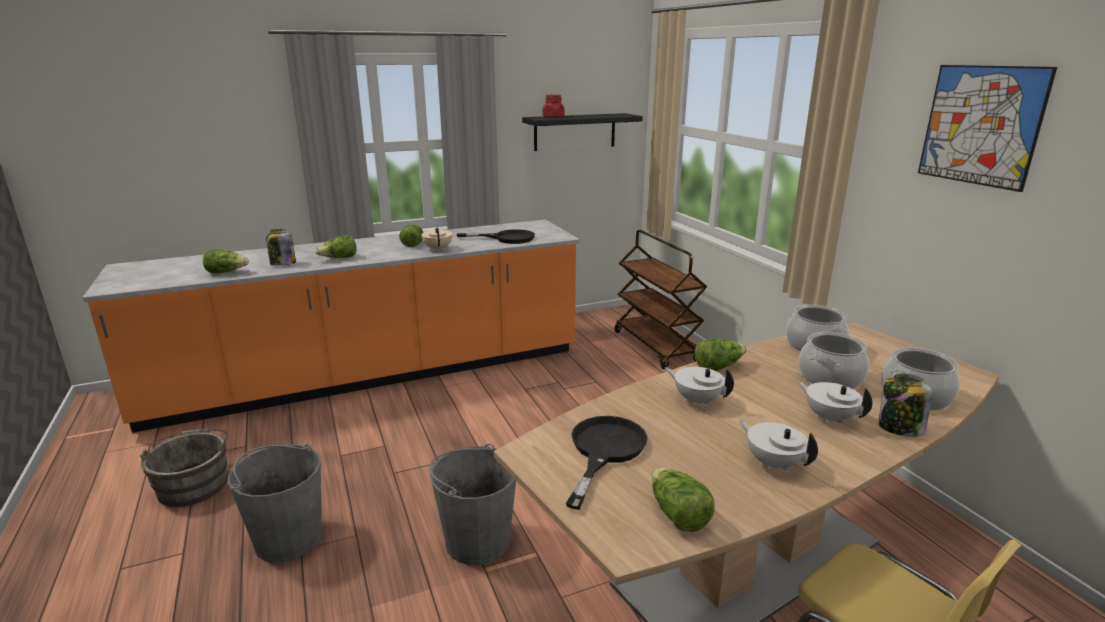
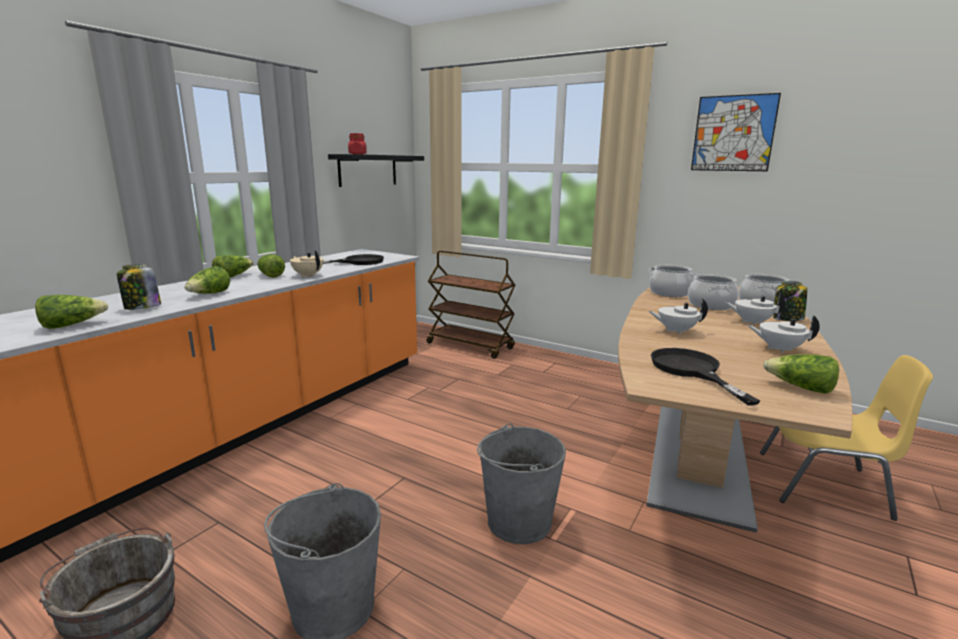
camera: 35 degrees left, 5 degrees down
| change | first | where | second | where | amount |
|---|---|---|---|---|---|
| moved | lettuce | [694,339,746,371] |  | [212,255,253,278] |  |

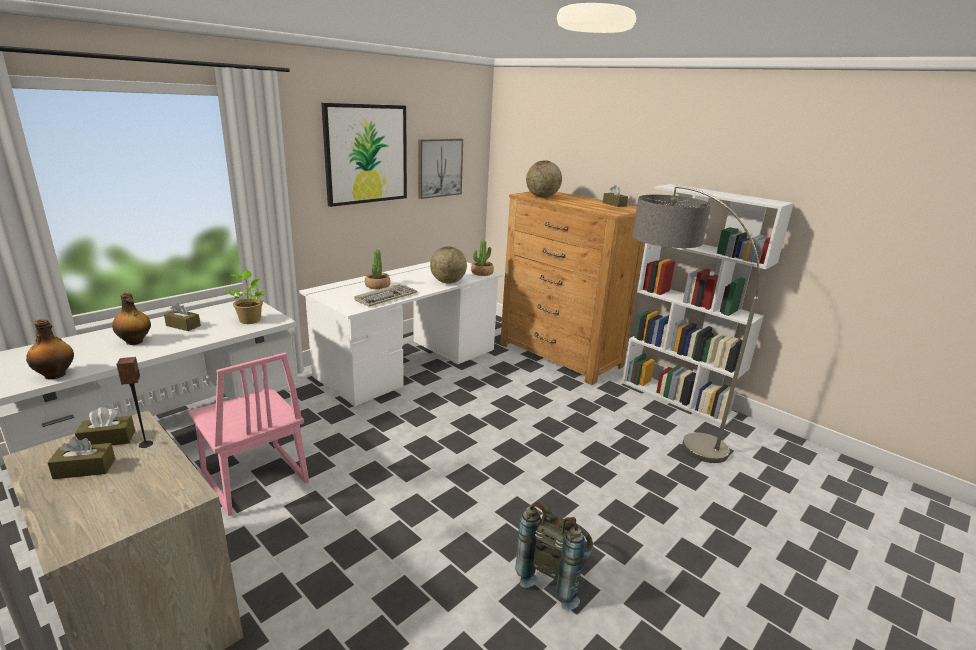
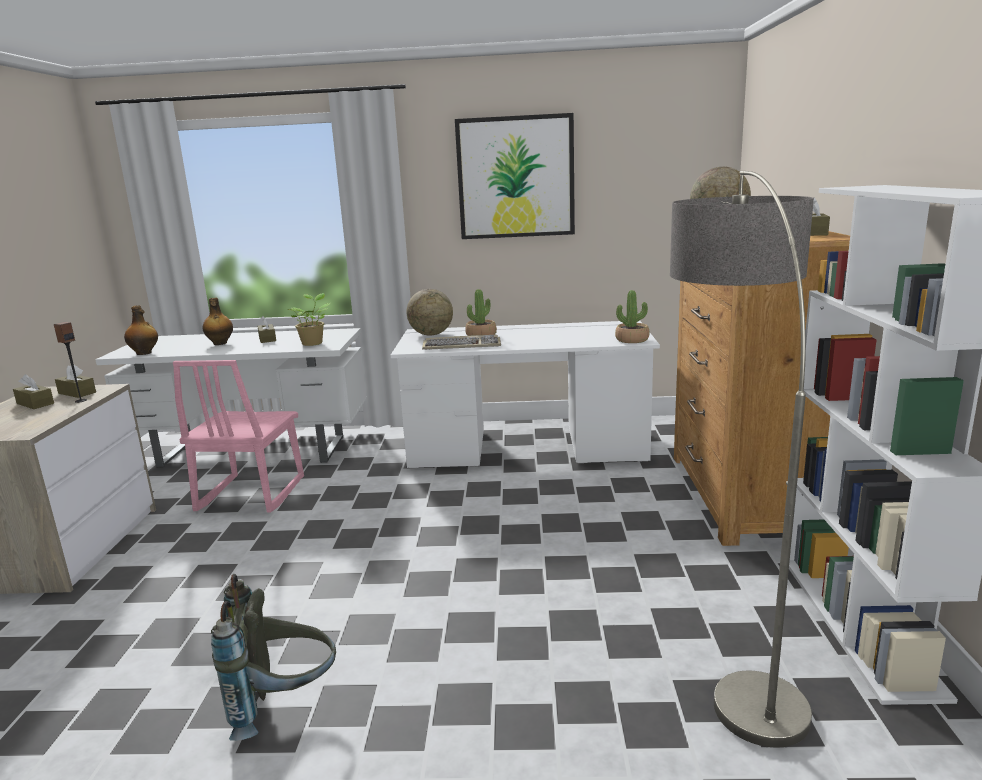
camera: 50 degrees right, 5 degrees down
| change | first | where | second | where | amount |
|---|---|---|---|---|---|
| removed | wall_art | [418,139,463,199] |  |  |  |
| moved | globe | [430,246,467,283] |  | [407,289,453,335] |  |

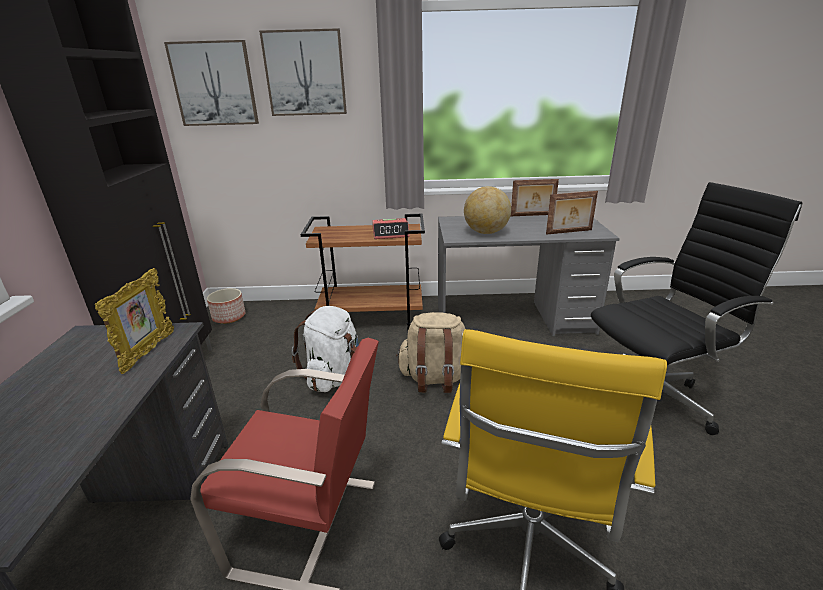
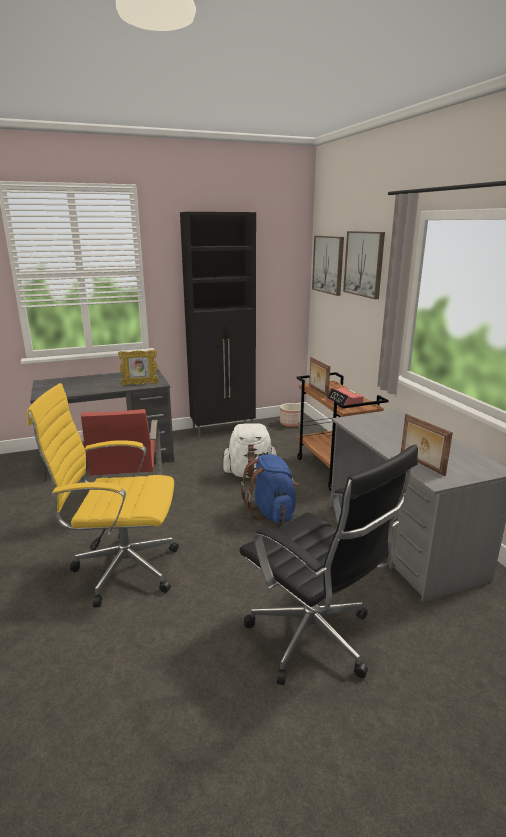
camera: 70 degrees right, 5 degrees down
| change | first | where | second | where | amount |
|---|---|---|---|---|---|
| recoloured | sand-coloured_rucksack | [396,312,465,393] | blue_rucksack | [241,454,298,523] |  |
| removed | globe | [464,186,511,234] |  |  |  |
| moved | photo_frame | [511,179,559,216] |  | [309,357,330,396] |  |

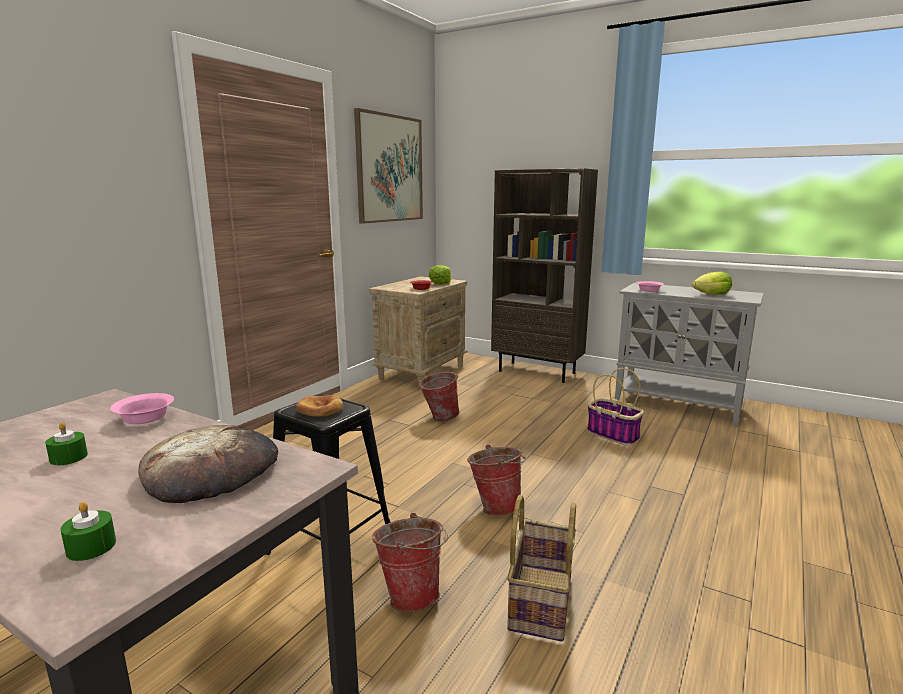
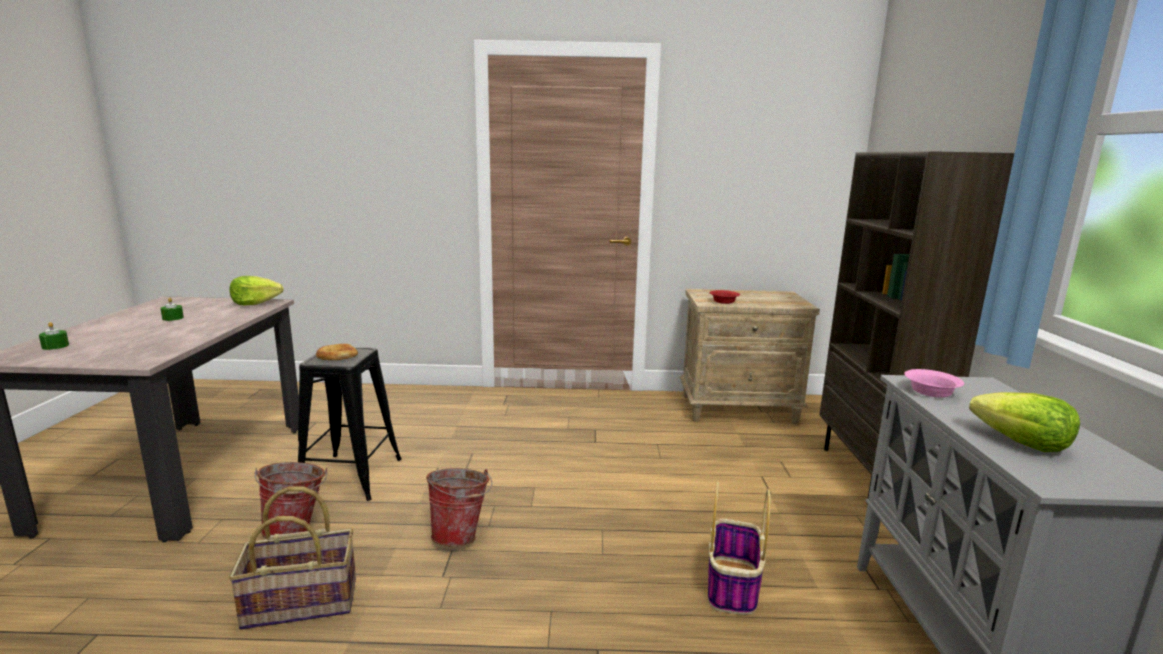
camera: 60 degrees right, 0 degrees up
| change | first | where | second | where | amount |
|---|---|---|---|---|---|
| removed | pinkish_bowl | [110,393,174,424] |  |  |  |
| removed | bread | [138,425,278,503] |  |  |  |
| removed | wall_art | [354,108,423,224] |  |  |  |
| removed | water_bucket | [417,372,459,421] |  |  |  |
| moved | lettuce | [429,265,452,284] |  | [229,276,283,305] |  |

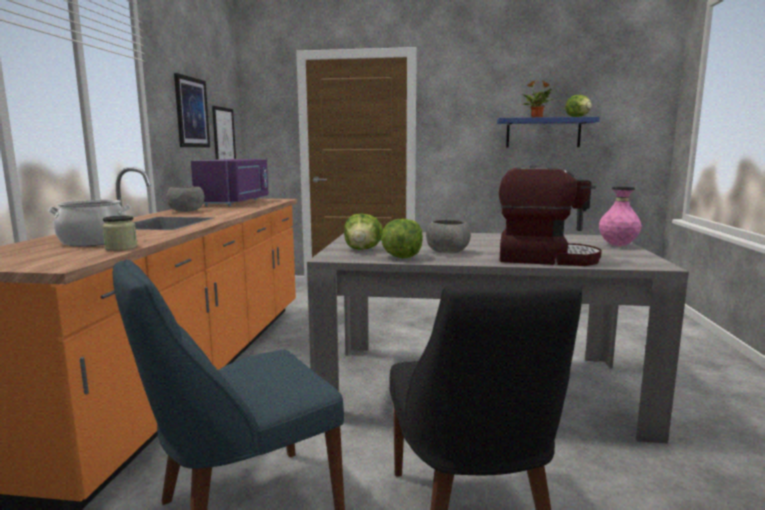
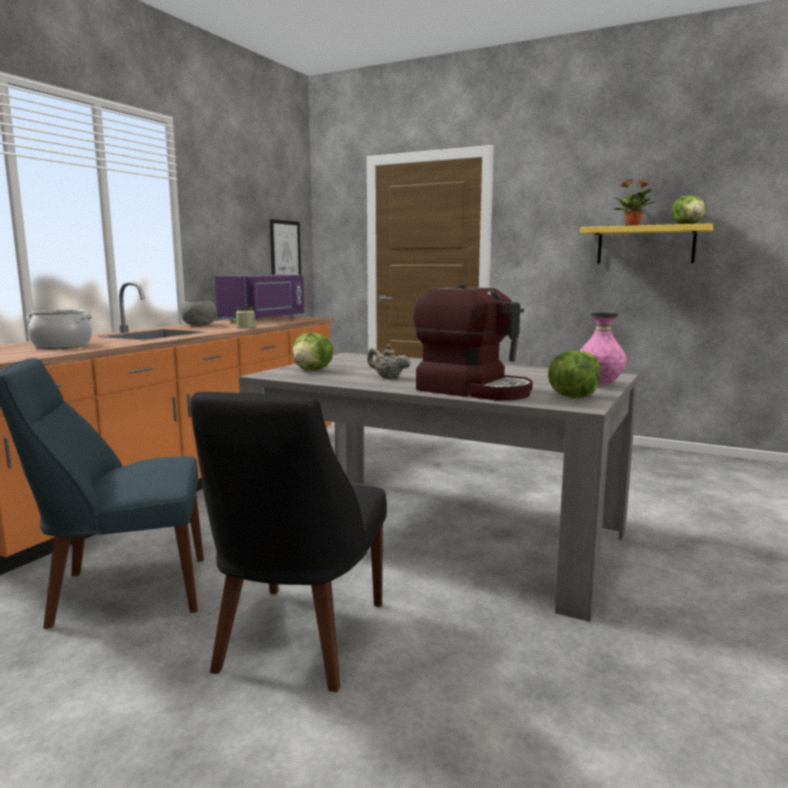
camera: 20 degrees right, 0 degrees up
| change | first | where | second | where | amount |
|---|---|---|---|---|---|
| moved | storage_jar | [102,216,138,251] |  | [236,307,255,328] |  |
| removed | wall_art | [174,73,210,147] |  |  |  |
| moved | lettuce | [381,219,423,258] |  | [548,351,600,398] |  |
| replaced | grey_bowl | [426,220,471,253] | sand-coloured_tea_pot | [367,345,411,379] |  |
| recoloured | blue_wall_shelf | [497,117,600,148] | yellow-coloured_wall_shelf | [580,223,713,263] |  |

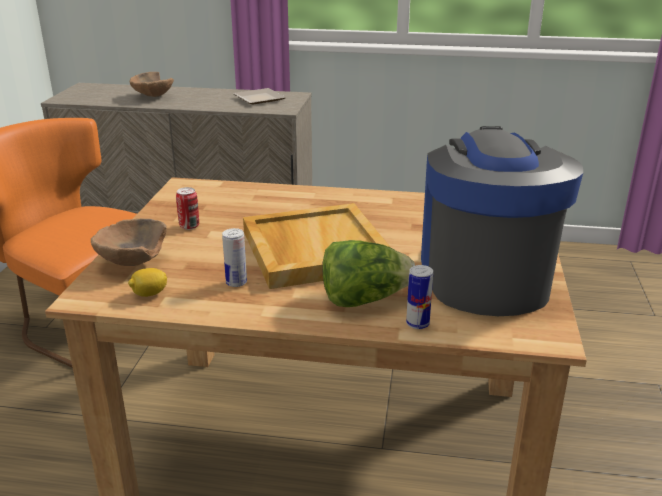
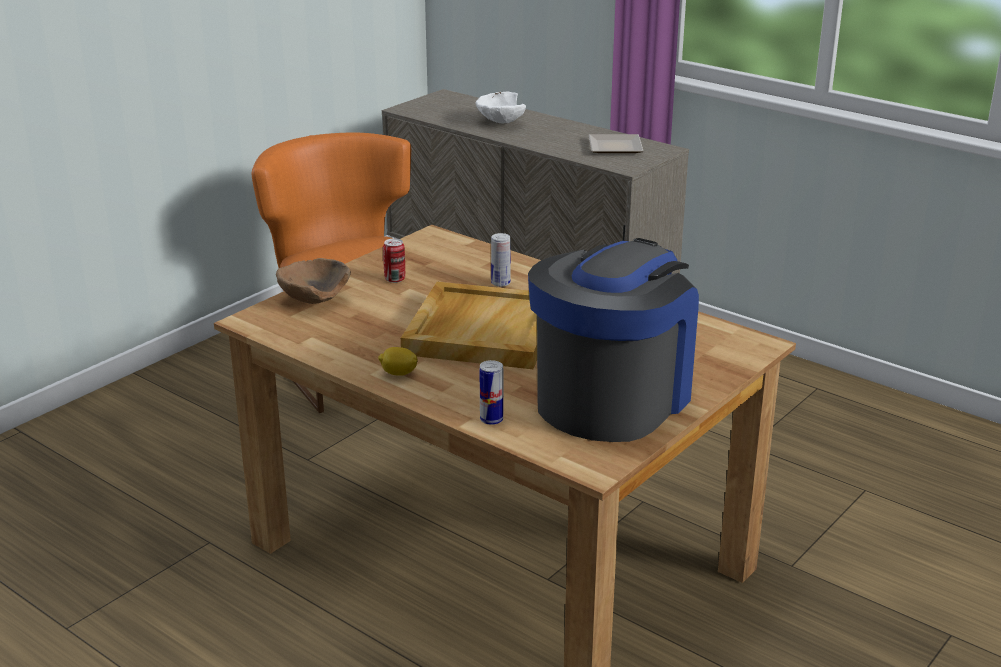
camera: 30 degrees right, 0 degrees up
| change | first | where | second | where | amount |
|---|---|---|---|---|---|
| moved | lemon | [128,268,167,297] |  | [378,347,418,376] |  |
| recoloured | brownish_bowl | [130,72,174,97] | white_bowl | [475,92,526,124] |  |
| moved | can | [222,228,247,287] |  | [491,233,511,287] |  |
| removed | lettuce | [322,240,415,307] |  |  |  |

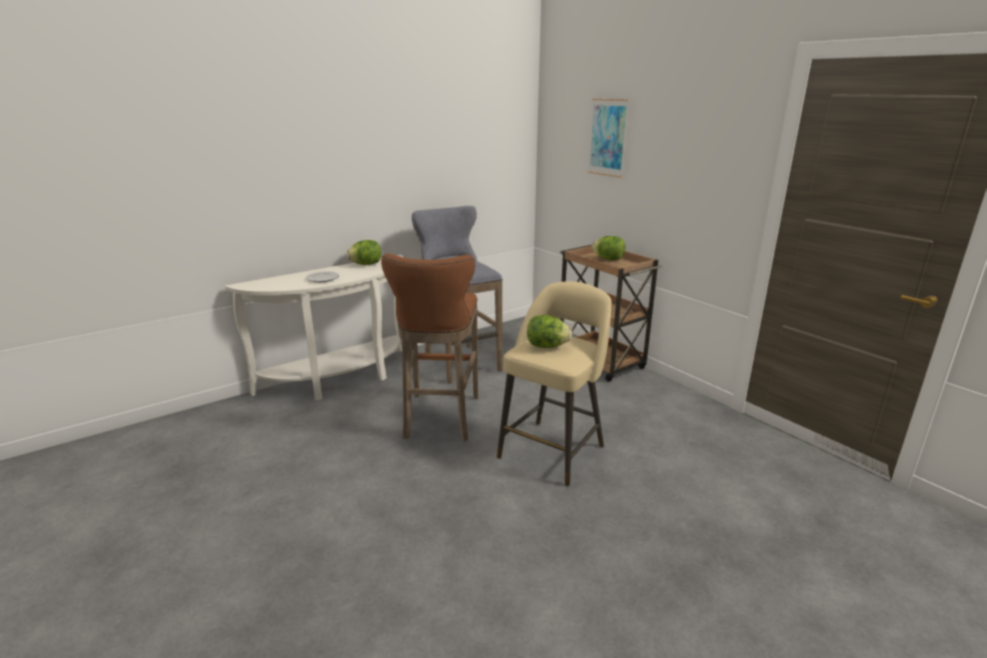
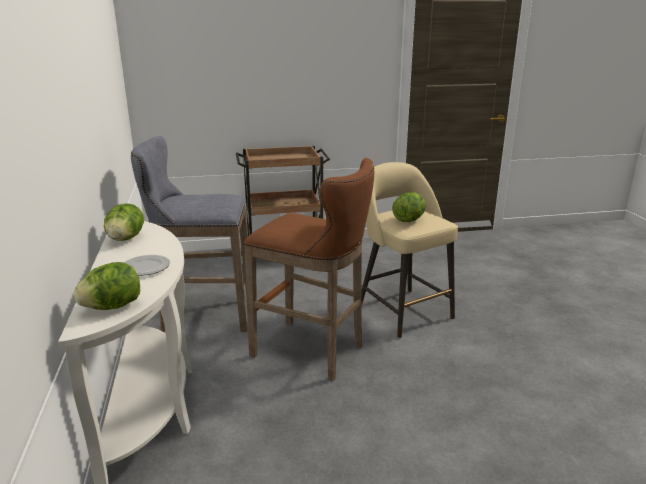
camera: 65 degrees left, 0 degrees up
| change | first | where | second | where | amount |
|---|---|---|---|---|---|
| removed | wall_art | [588,99,629,178] |  |  |  |
| moved | lettuce | [592,236,625,260] |  | [73,262,140,310] |  |

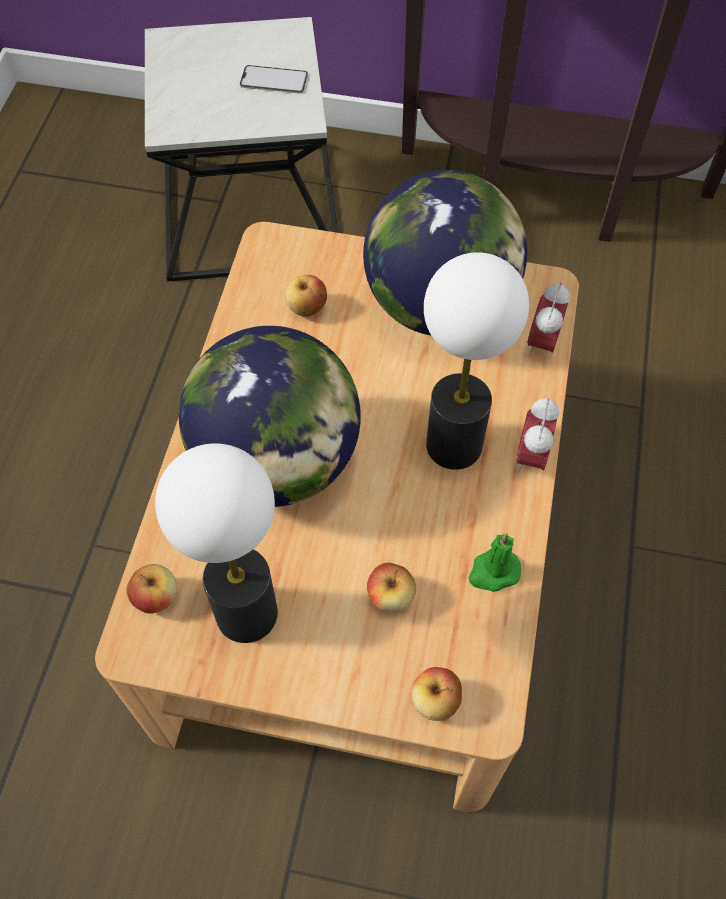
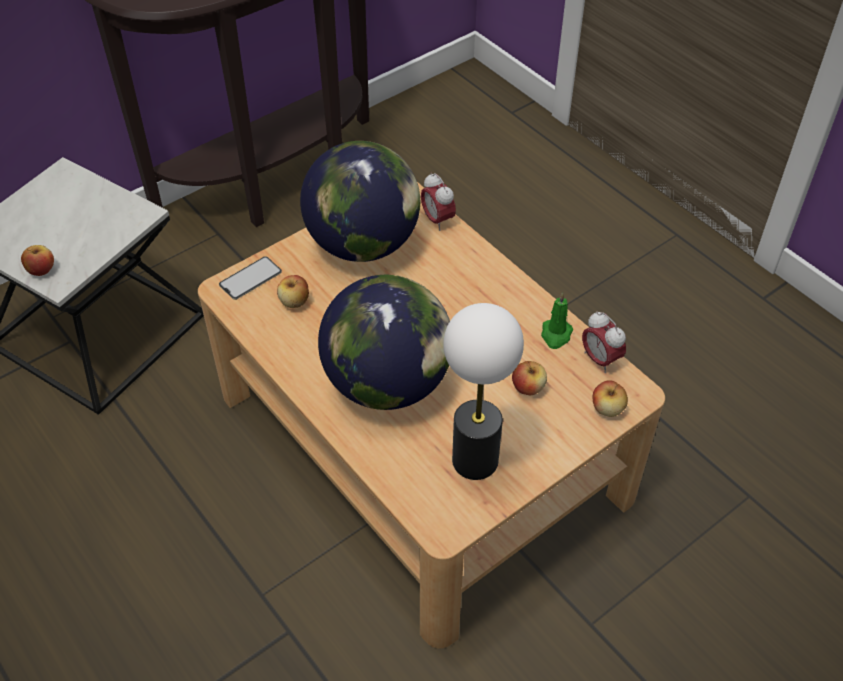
camera: 50 degrees left, 10 degrees down
| change | first | where | second | where | amount |
|---|---|---|---|---|---|
| moved | whole_apple | [126,564,177,614] |  | [21,245,54,276] |  |
| moved | phone | [240,65,308,94] |  | [219,256,282,300] |  |
| removed | table_lamp | [424,252,529,470] |  |  |  |
| moved | alarm_clock | [516,398,559,473] |  | [582,311,626,373] |  |

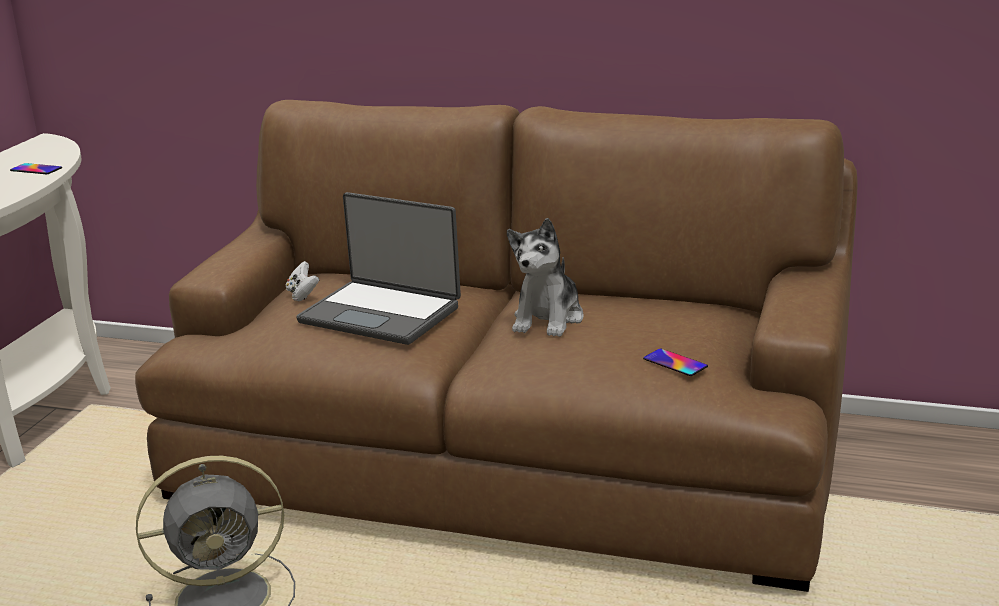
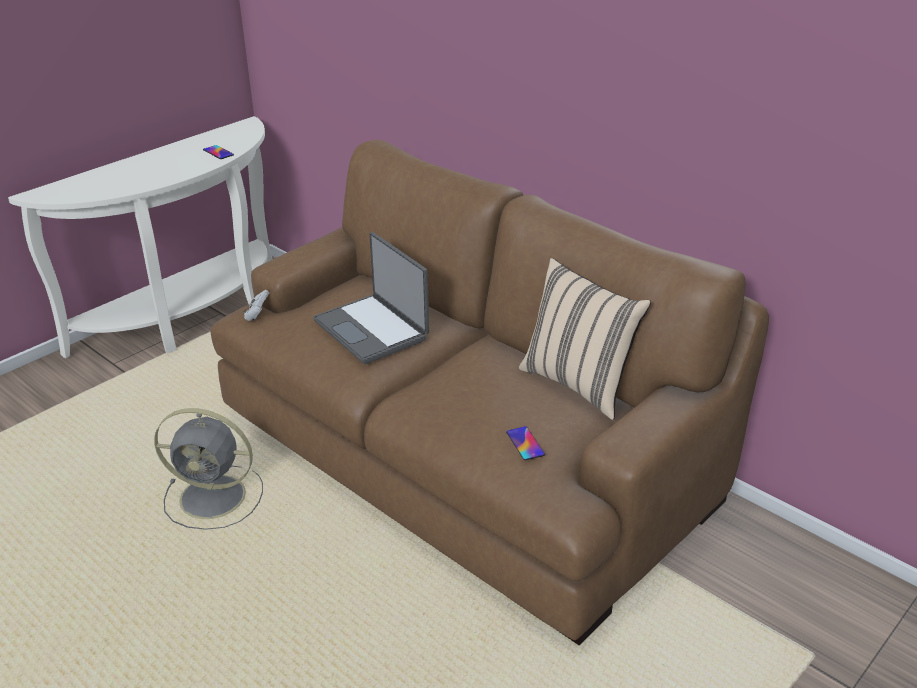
camera: 25 degrees right, 10 degrees up
| change | first | where | second | where | amount |
|---|---|---|---|---|---|
| moved | white_game_controller | [286,261,319,301] |  | [243,290,269,321] |  |
| removed | soft_toy | [507,218,584,337] |  |  |  |
| added |  |  | sand-coloured_cushion | [519,258,651,420] |  |

